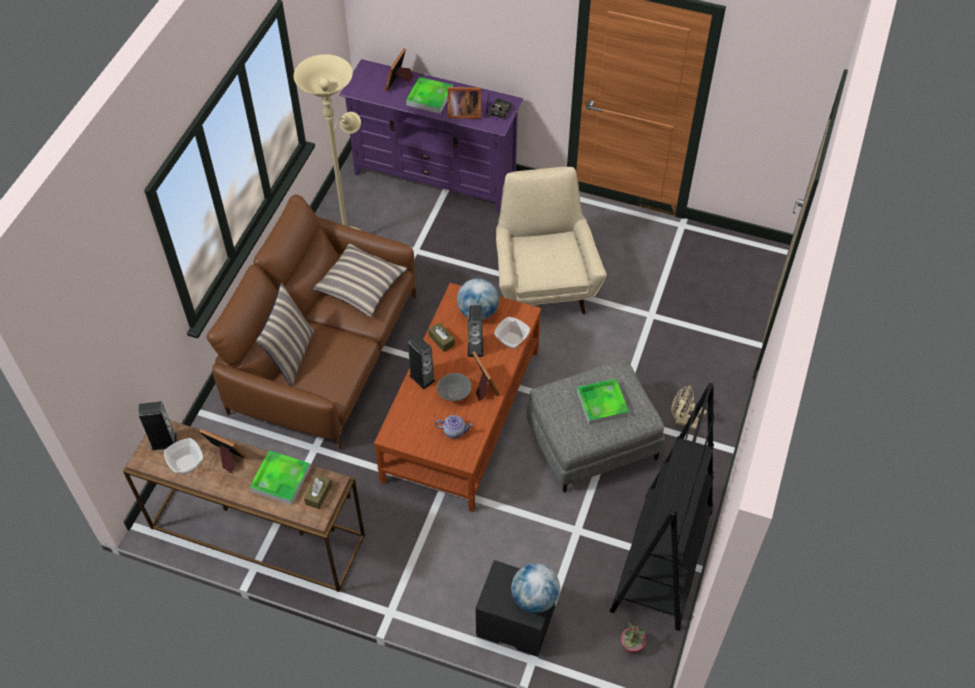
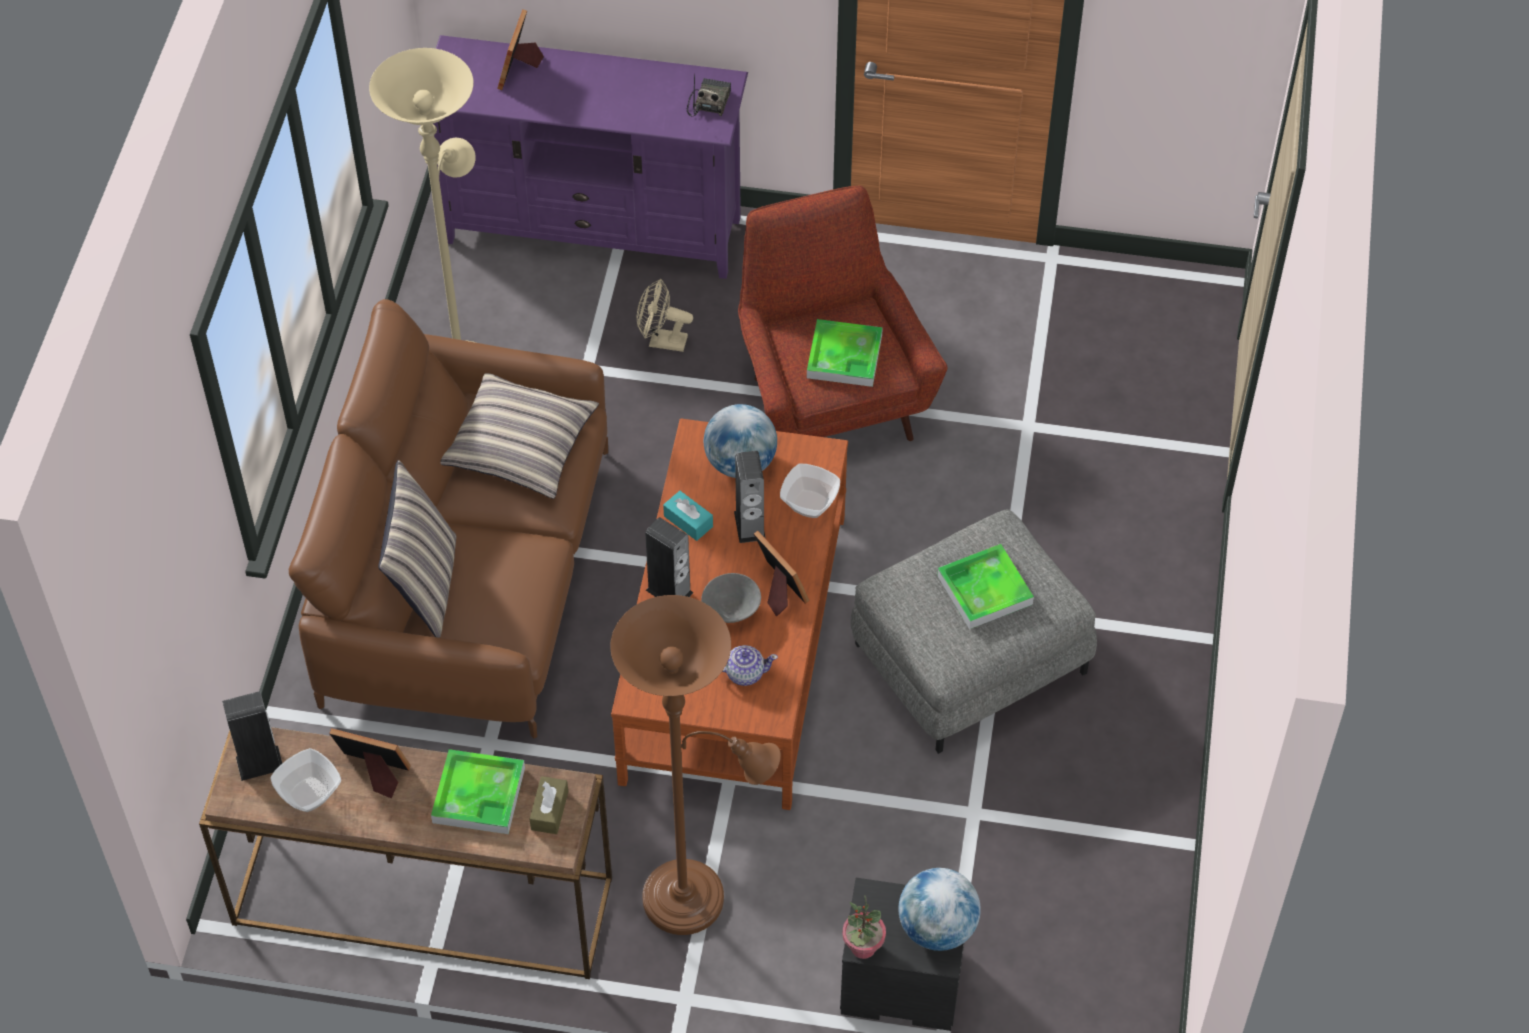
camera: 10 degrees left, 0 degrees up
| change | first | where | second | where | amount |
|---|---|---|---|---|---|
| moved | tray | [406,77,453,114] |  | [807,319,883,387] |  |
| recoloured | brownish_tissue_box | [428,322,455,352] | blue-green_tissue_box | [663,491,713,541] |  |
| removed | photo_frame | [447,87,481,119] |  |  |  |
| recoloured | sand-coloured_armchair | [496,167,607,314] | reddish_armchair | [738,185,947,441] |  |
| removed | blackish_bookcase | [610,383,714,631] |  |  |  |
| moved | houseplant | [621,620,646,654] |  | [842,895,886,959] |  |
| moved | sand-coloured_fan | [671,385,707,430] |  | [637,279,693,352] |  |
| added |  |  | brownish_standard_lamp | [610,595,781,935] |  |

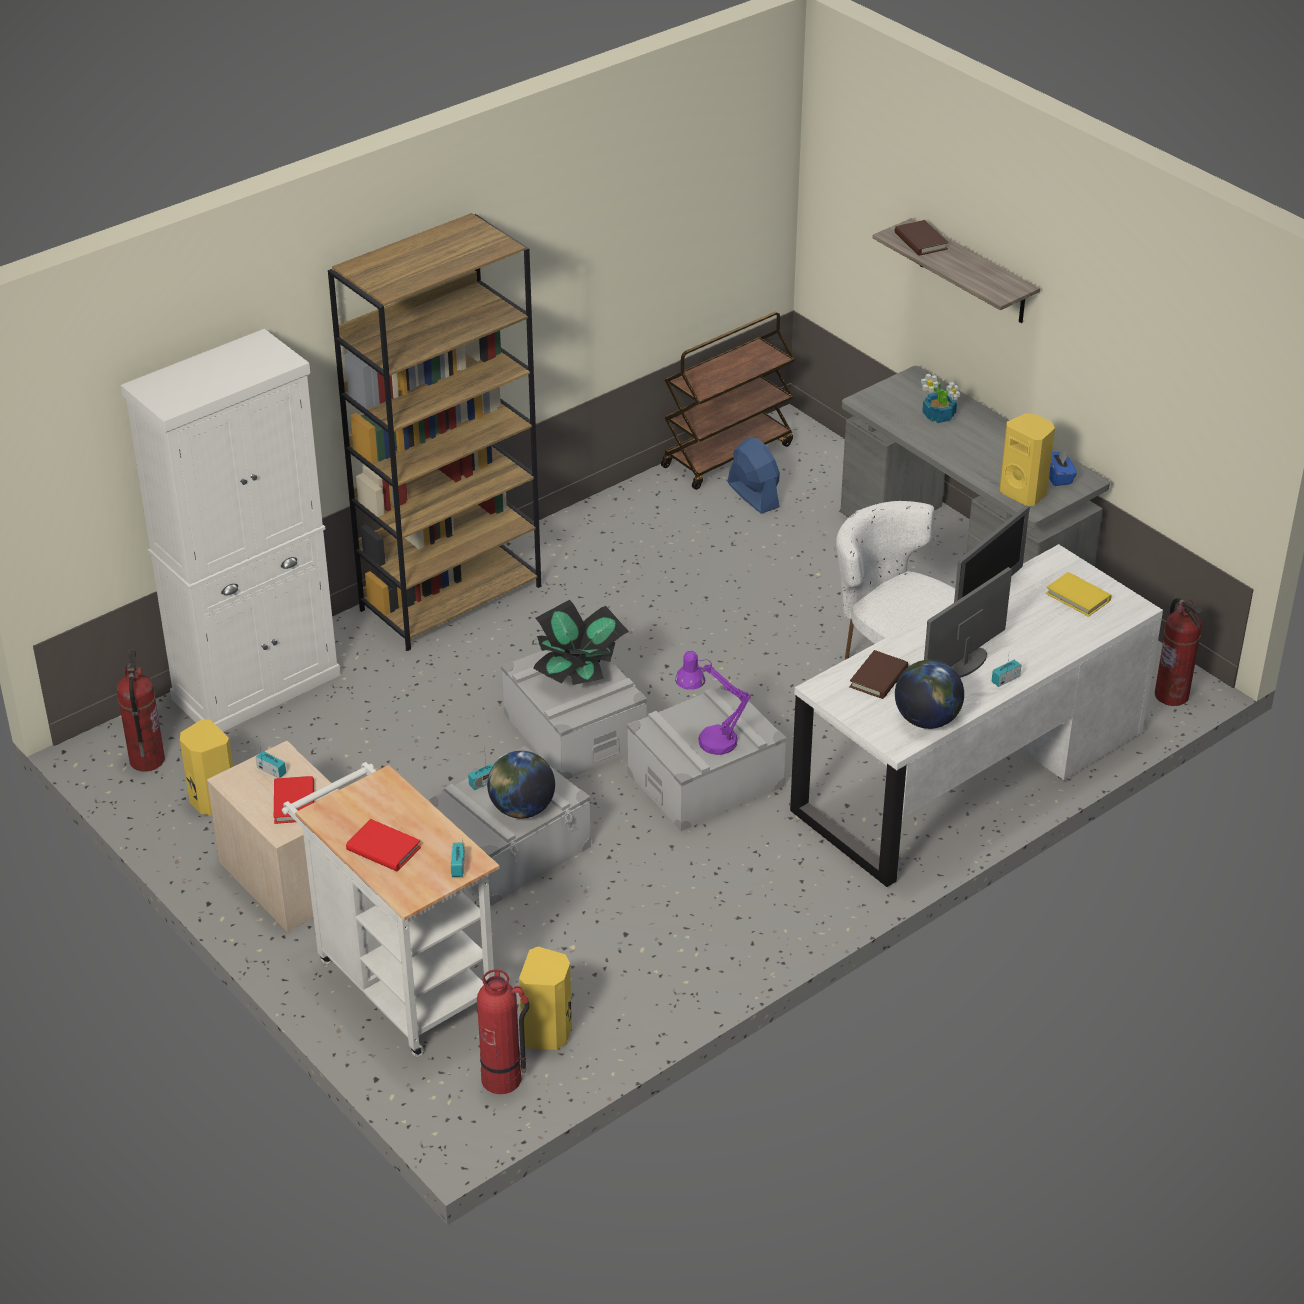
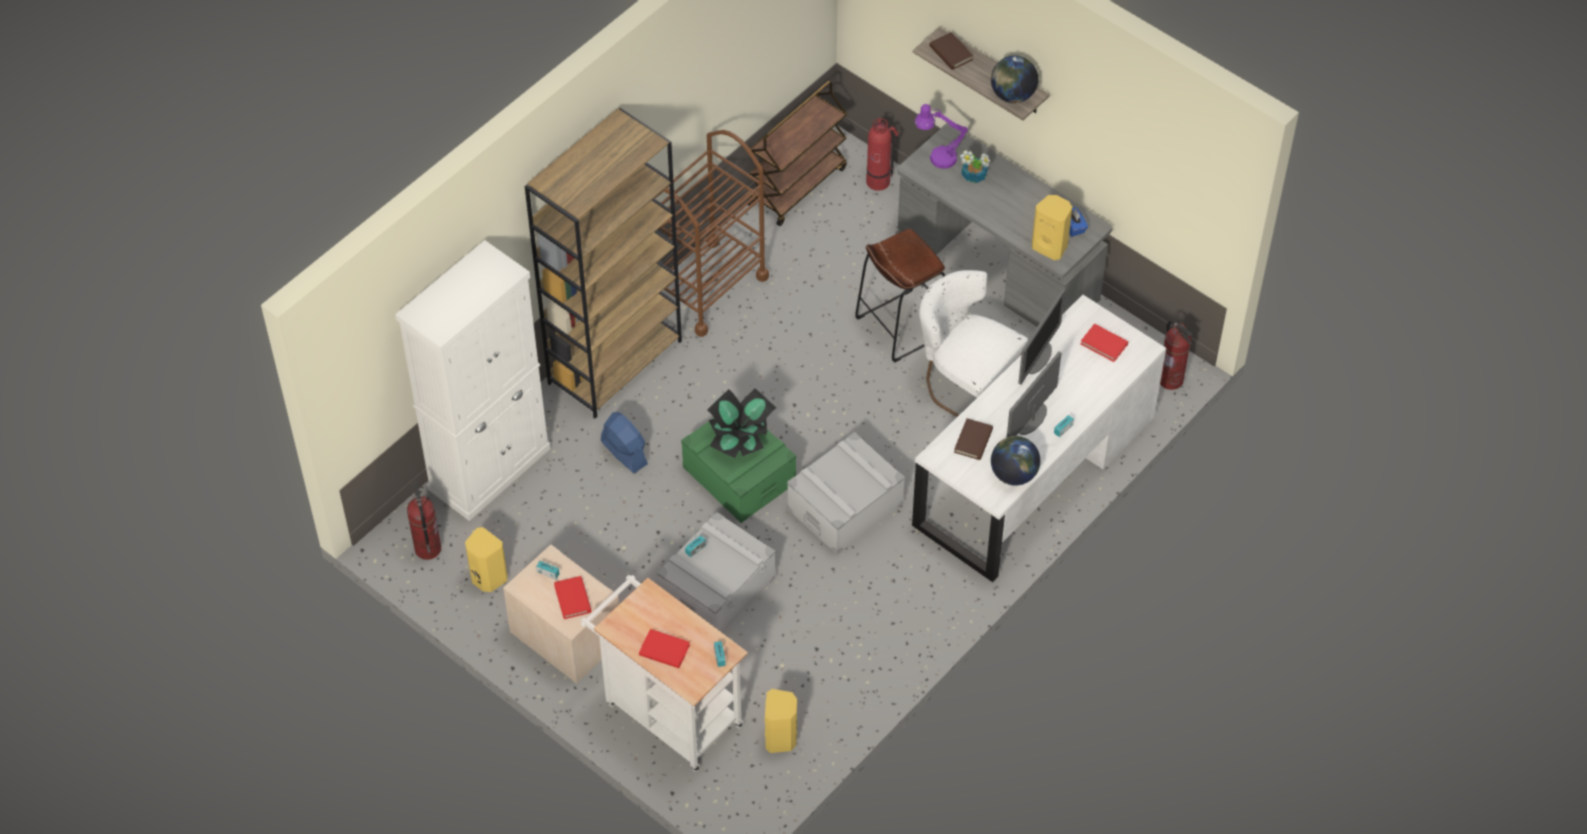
camera: 10 degrees left, 15 degrees up
| change | first | where | second | where | amount |
|---|---|---|---|---|---|
| moved | fire_extinguisher | [477,969,529,1094] |  | [866,118,899,191] |  |
| moved | globe | [487,751,555,819] |  | [991,55,1038,103] |  |
| recoloured | grey_storage_bin | [501,650,647,779] | green_storage_bin | [681,418,796,523] |  |
| moved | purple-coloured_table_lamp | [675,651,751,755] |  | [915,104,968,169] |  |
| moved | blue_fan | [728,438,780,514] |  | [601,412,648,473] |  |
| recoloured | yellow-coloured_bound_book | [1046,572,1112,617] | reddish_bound_book | [1081,324,1128,362] |  |
| added |  |  | brownish_wheeled_cart | [654,130,769,337] |  |
| added |  |  | brownish_stool_seat | [855,229,945,363] |  |

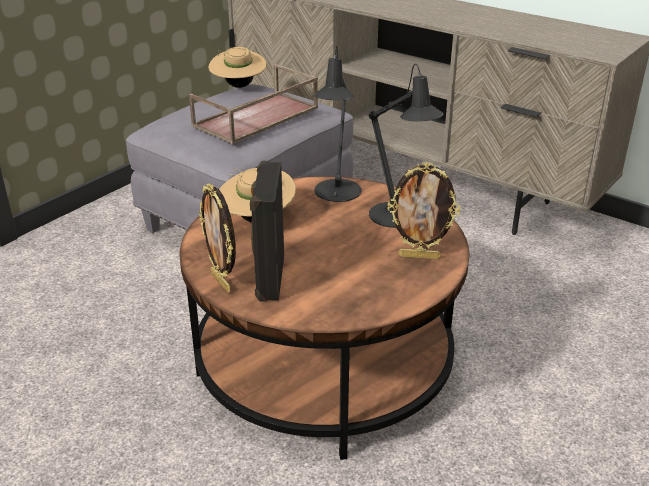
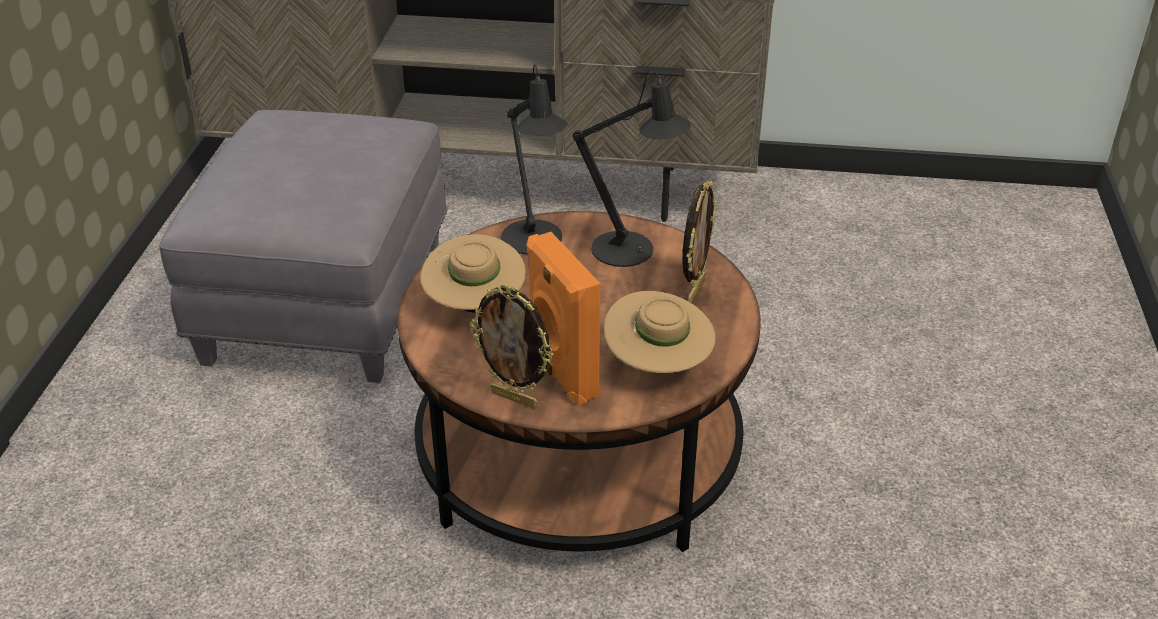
camera: 30 degrees left, 5 degrees up
| change | first | where | second | where | amount |
|---|---|---|---|---|---|
| removed | brownish_tray | [189,64,318,144] |  |  |  |
| moved | sand-coloured_clothing_hat | [209,47,267,88] |  | [604,291,716,373] |  |
| recoloured | blackish_speaker | [250,161,284,302] | orange-coloured_speaker | [527,232,600,405] |  |
| turned | photo_frame | [387,162,460,259] |  | [683,180,716,303] | 45 degrees counterclockwise |

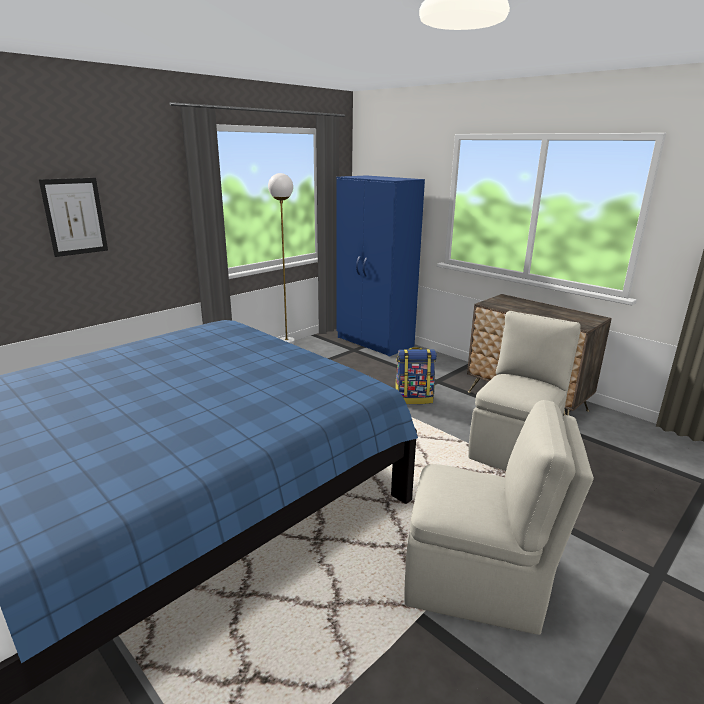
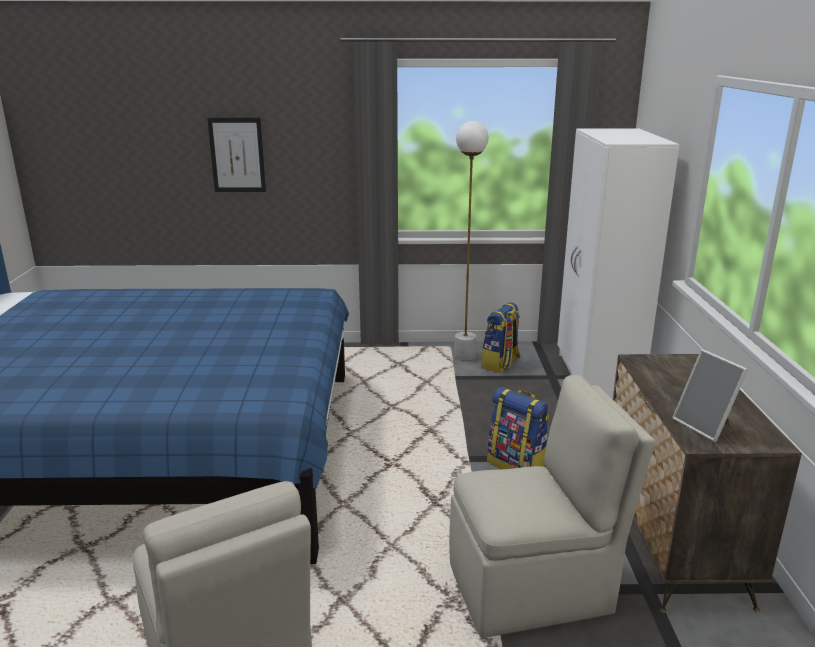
camera: 45 degrees right, 0 degrees up
| change | first | where | second | where | amount |
|---|---|---|---|---|---|
| recoloured | blue_armoire | [336,175,425,357] | white_armoire | [557,128,680,399] |  |
| added |  |  | rucksack | [481,302,520,373] |  |
| added |  |  | photo_frame | [672,349,748,442] |  |

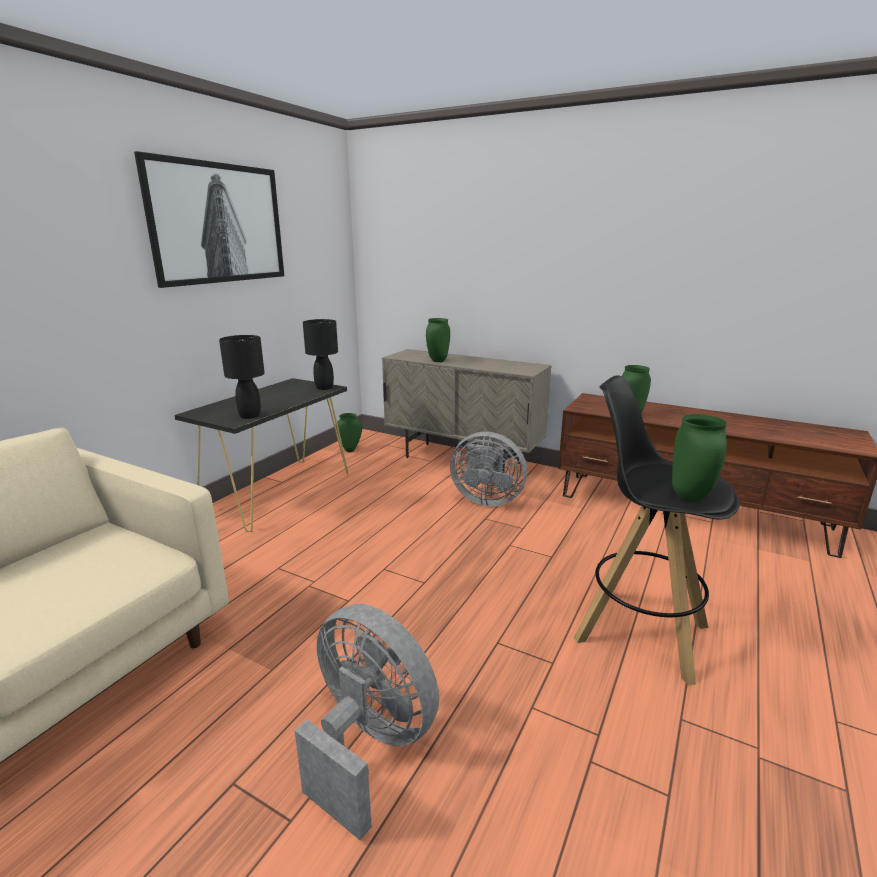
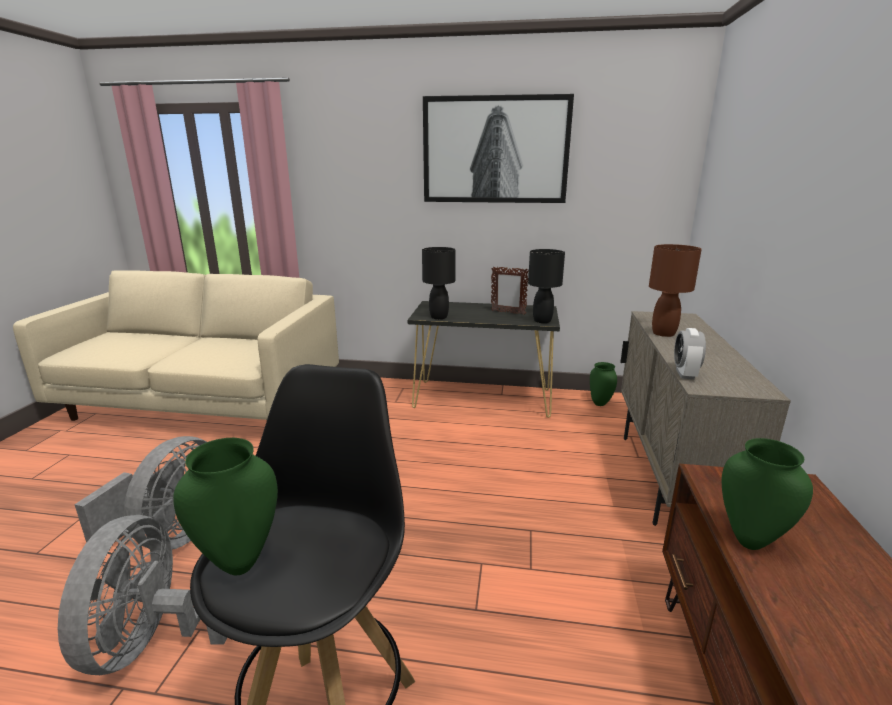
camera: 70 degrees right, 0 degrees up
| change | first | where | second | where | amount |
|---|---|---|---|---|---|
| replaced | green_flower_vase | [426,318,450,362] | brownish_table_lamp | [649,244,702,337] |  |
| moved | grey_fan | [450,432,527,507] |  | [58,515,227,675] |  |
| added |  |  | photo_frame | [491,267,529,315] |  |
| added |  |  | alarm_clock | [674,328,706,379] |  |

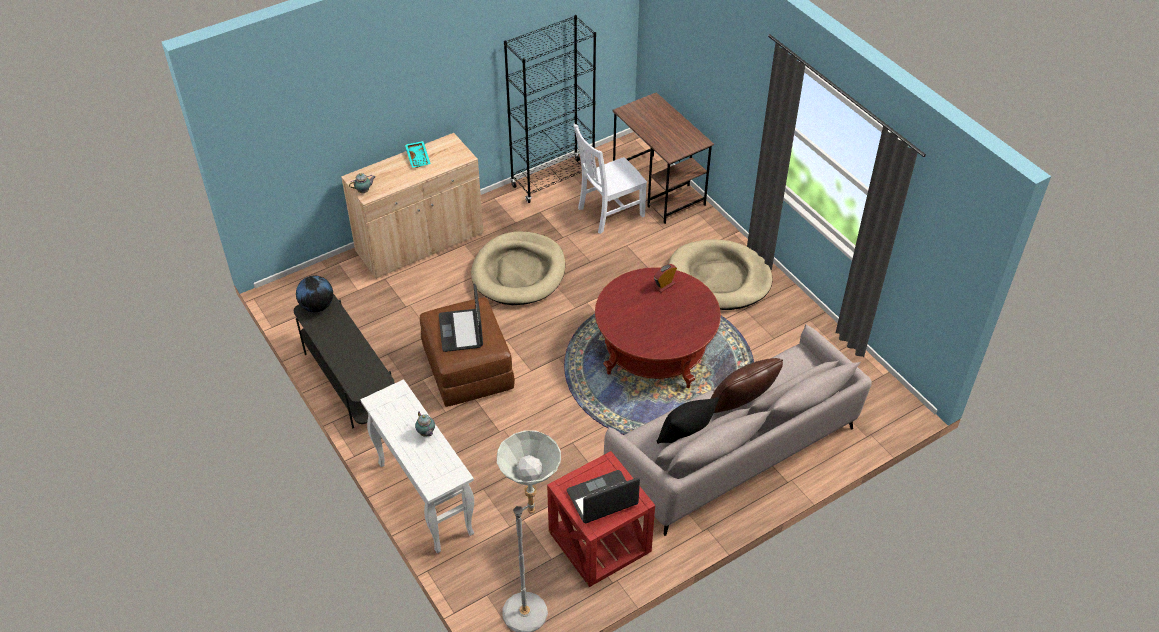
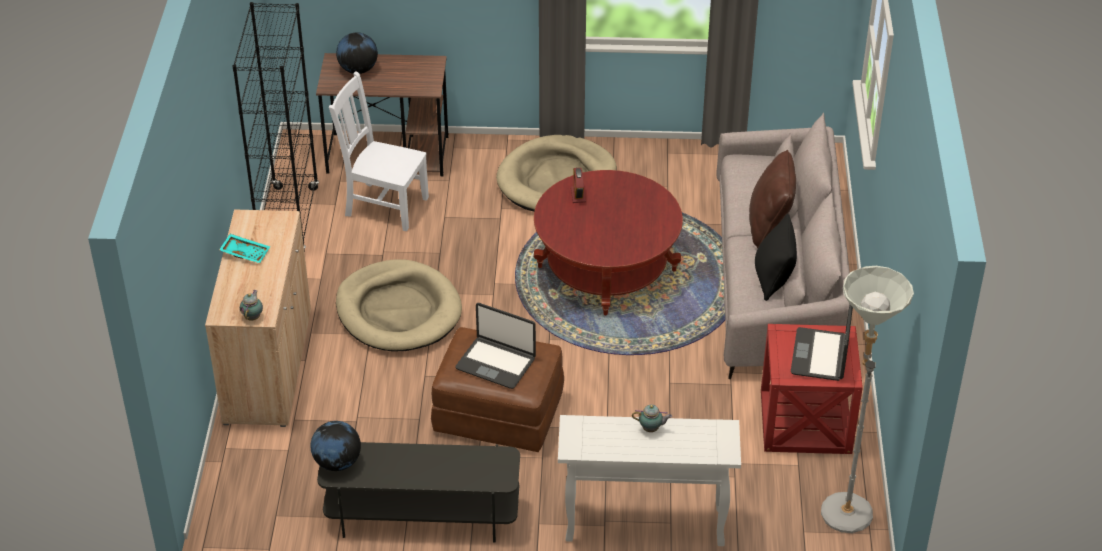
camera: 55 degrees left, 5 degrees down
| change | first | where | second | where | amount |
|---|---|---|---|---|---|
| turned | white_plain_chair | [574,124,647,234] |  | [329,71,429,231] | 105 degrees clockwise |
| added |  |  | globe | [336,32,378,74] |  |

